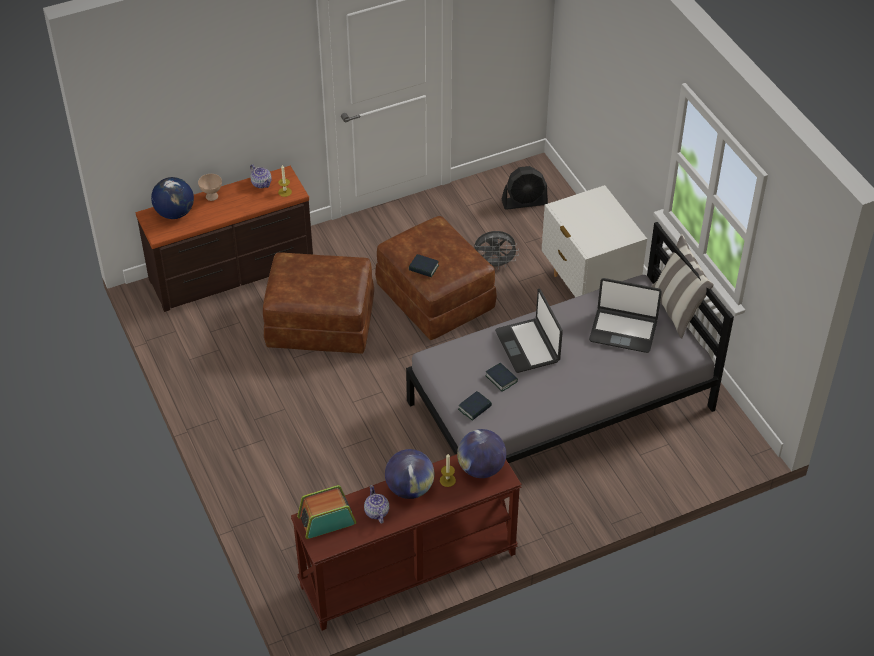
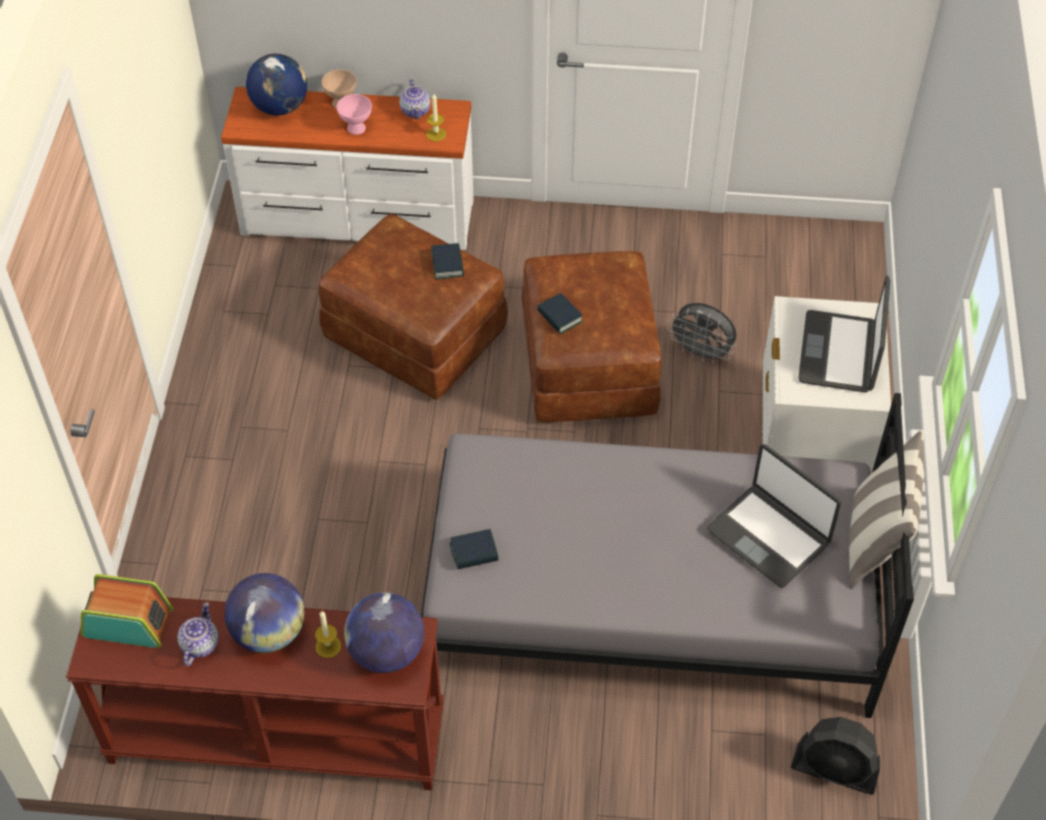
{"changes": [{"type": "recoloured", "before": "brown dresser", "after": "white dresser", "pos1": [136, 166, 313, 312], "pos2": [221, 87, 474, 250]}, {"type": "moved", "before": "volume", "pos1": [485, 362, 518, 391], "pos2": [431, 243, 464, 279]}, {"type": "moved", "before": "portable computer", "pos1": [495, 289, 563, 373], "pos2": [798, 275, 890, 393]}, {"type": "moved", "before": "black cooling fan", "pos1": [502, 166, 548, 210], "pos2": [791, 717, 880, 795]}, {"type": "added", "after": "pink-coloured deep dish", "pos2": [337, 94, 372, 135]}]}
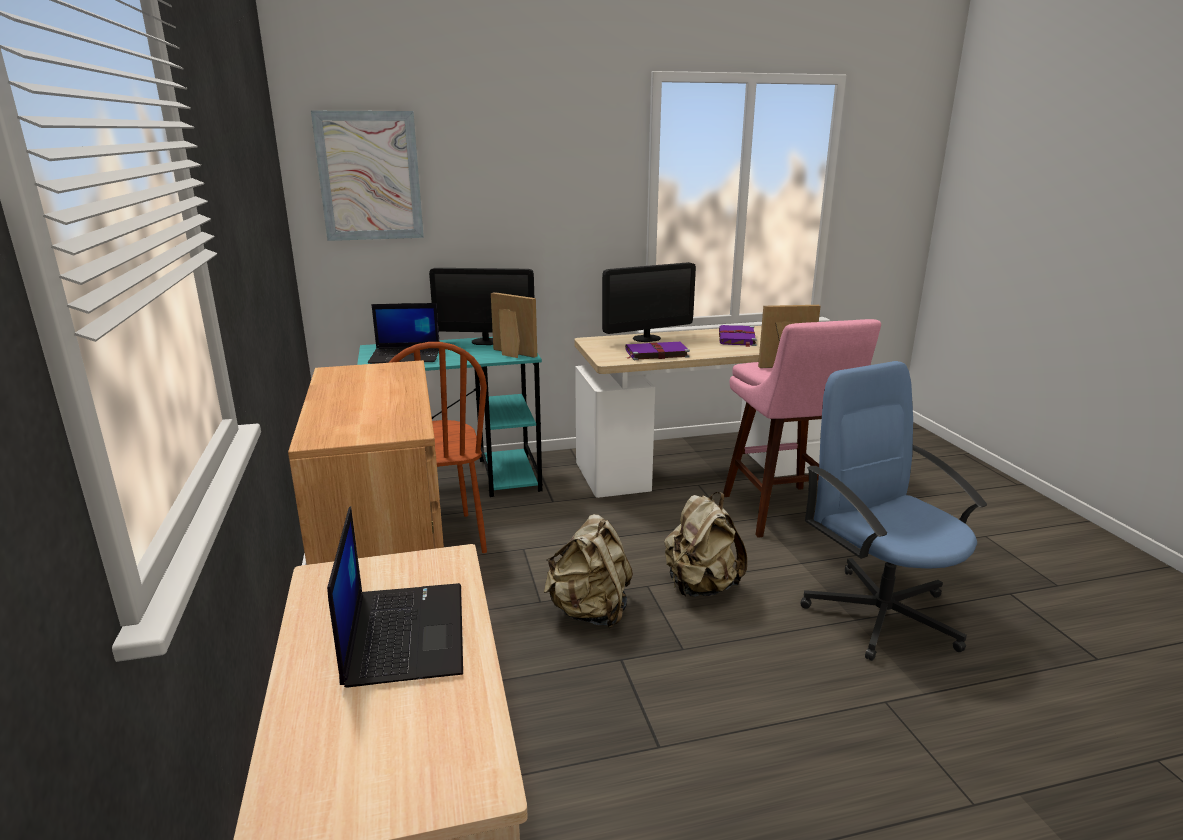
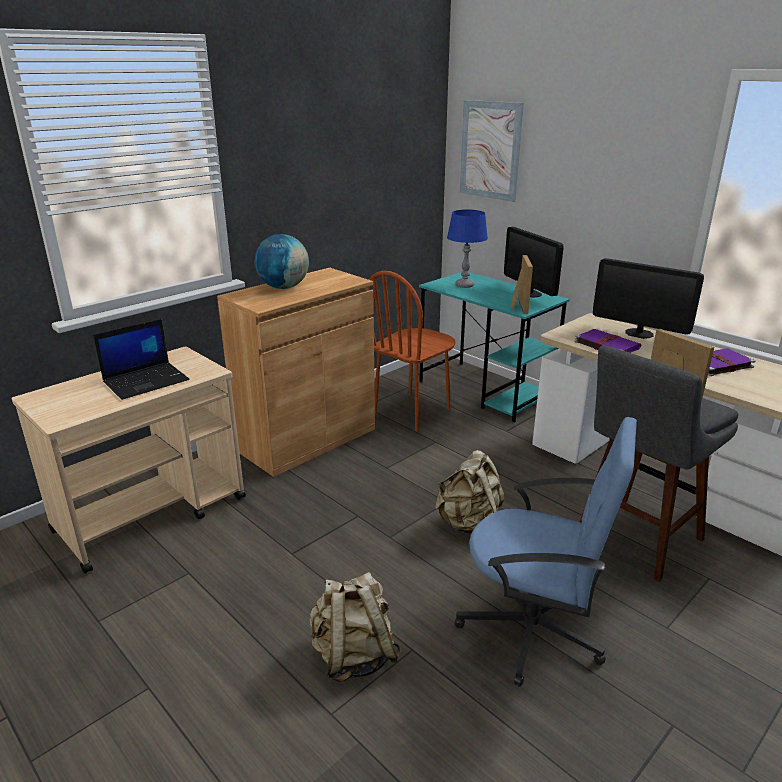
{"changes": [{"type": "replaced", "before": "portable computer", "after": "bluish tabletop lamp", "pos1": [368, 303, 439, 364], "pos2": [447, 210, 488, 288]}, {"type": "moved", "before": "sand-coloured knapsack", "pos1": [544, 514, 633, 628], "pos2": [310, 572, 401, 682]}, {"type": "recoloured", "before": "pink-coloured stool", "after": "greyish stool", "pos1": [723, 319, 881, 538], "pos2": [580, 346, 739, 582]}, {"type": "turned", "before": "bluish computer chair", "pos1": [801, 361, 987, 661], "pos2": [455, 417, 637, 687], "turn": 75}, {"type": "added", "after": "globe", "pos2": [254, 234, 309, 289]}]}
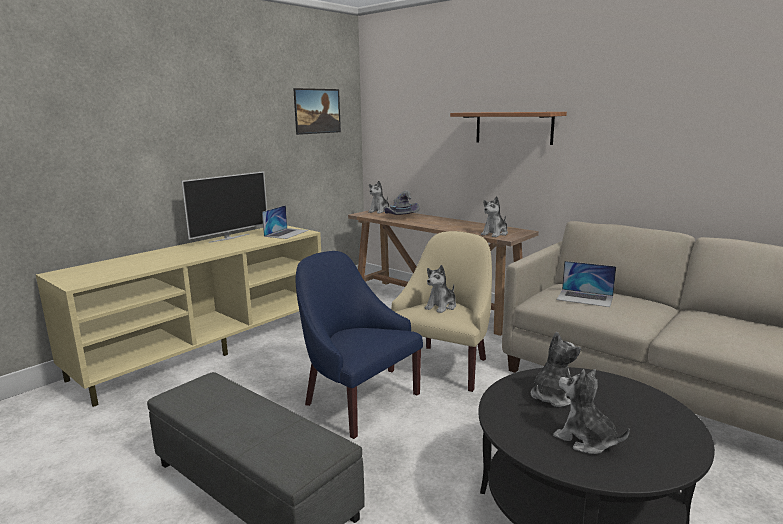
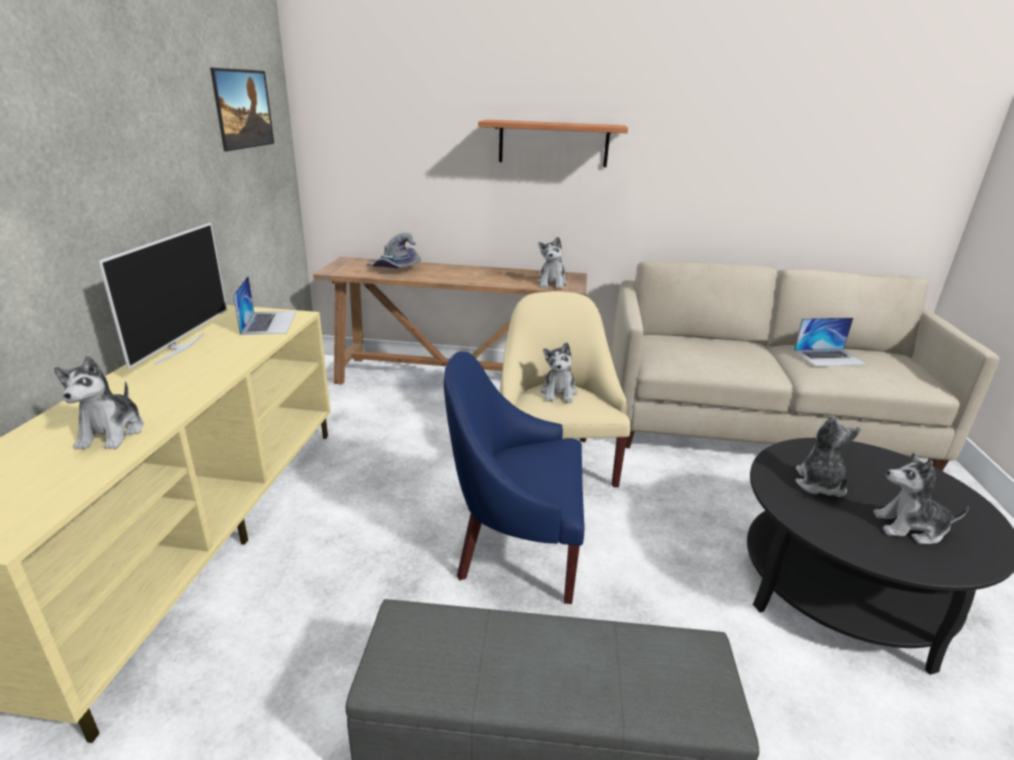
{"changes": [{"type": "moved", "before": "soft toy", "pos1": [368, 181, 389, 213], "pos2": [54, 356, 144, 450]}, {"type": "moved", "before": "portable computer", "pos1": [557, 261, 616, 307], "pos2": [794, 318, 868, 366]}]}
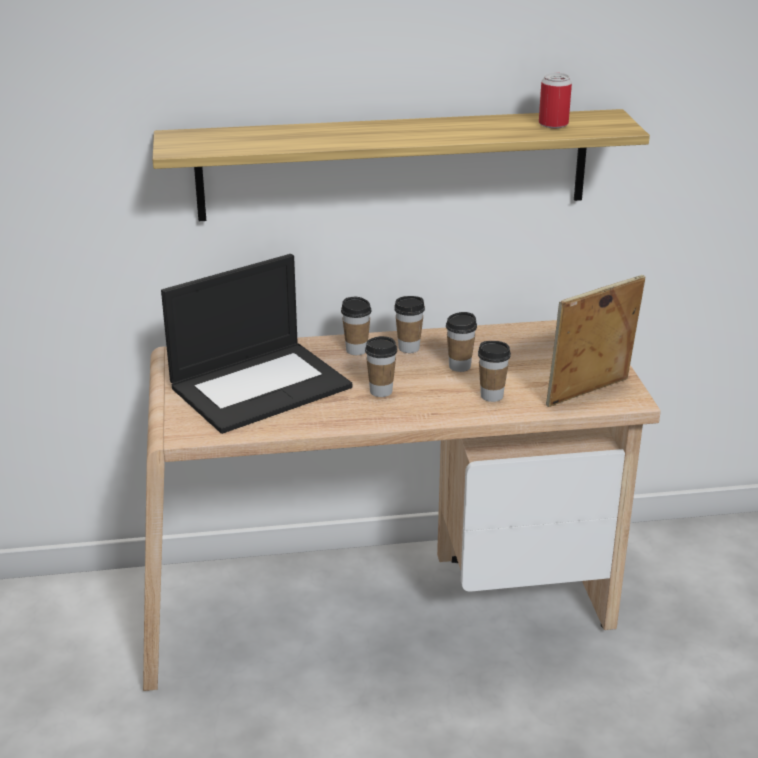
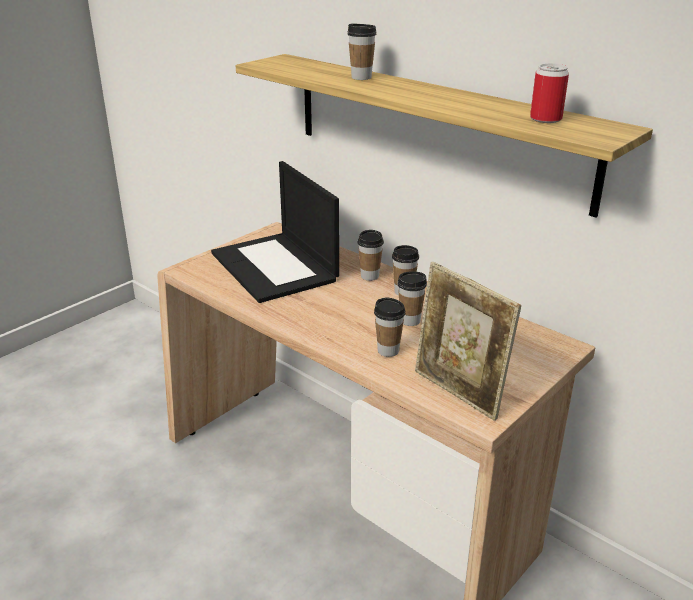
{"changes": [{"type": "turned", "before": "portable computer", "pos1": [161, 254, 352, 434], "pos2": [211, 161, 339, 303], "turn": 45}, {"type": "moved", "before": "small cup", "pos1": [365, 336, 397, 397], "pos2": [347, 23, 377, 80]}, {"type": "turned", "before": "picture frame", "pos1": [546, 275, 645, 407], "pos2": [415, 262, 521, 421], "turn": -150}]}
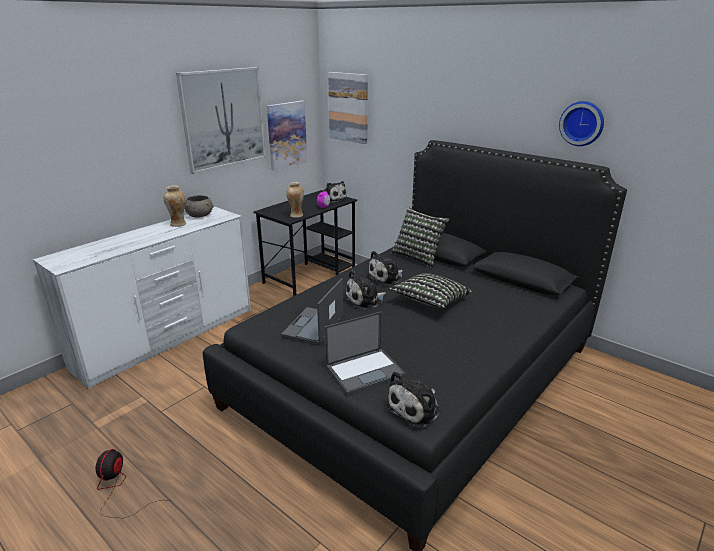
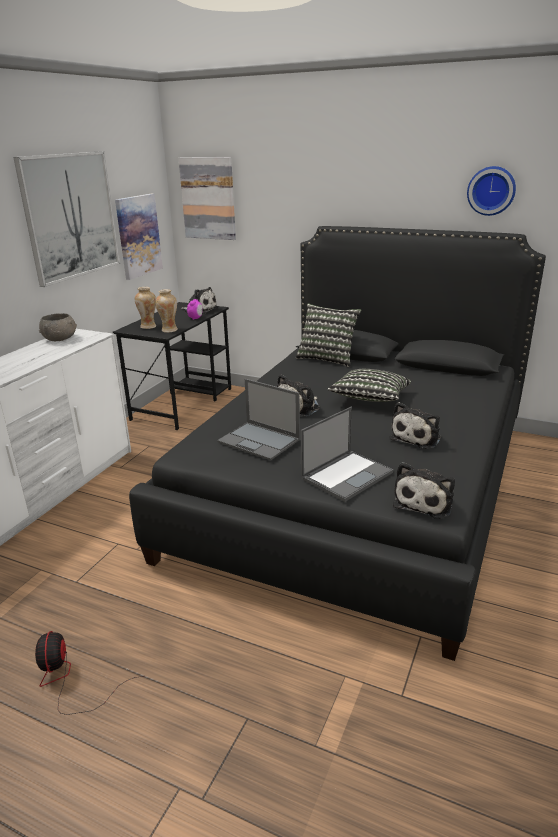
{"changes": [{"type": "moved", "before": "decorative vase", "pos1": [163, 185, 186, 227], "pos2": [135, 287, 156, 329]}, {"type": "turned", "before": "portable computer", "pos1": [281, 278, 343, 344], "pos2": [217, 379, 300, 460], "turn": -60}, {"type": "moved", "before": "soft toy", "pos1": [367, 251, 403, 285], "pos2": [389, 402, 441, 449]}]}
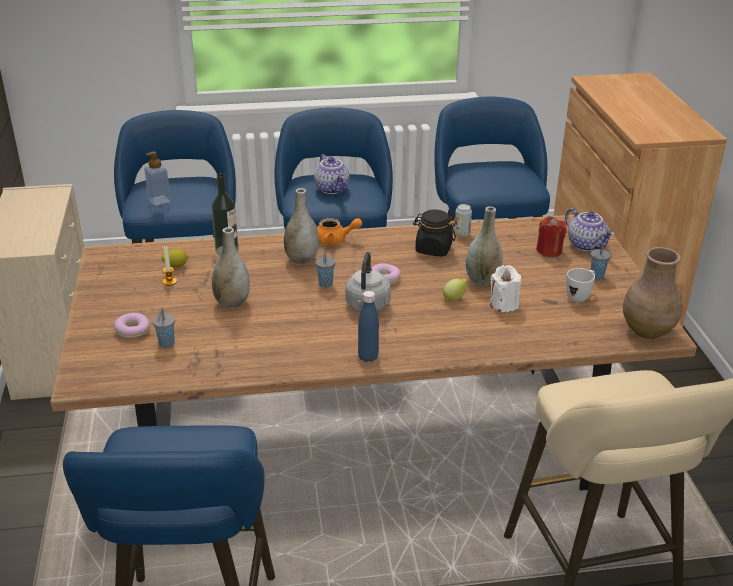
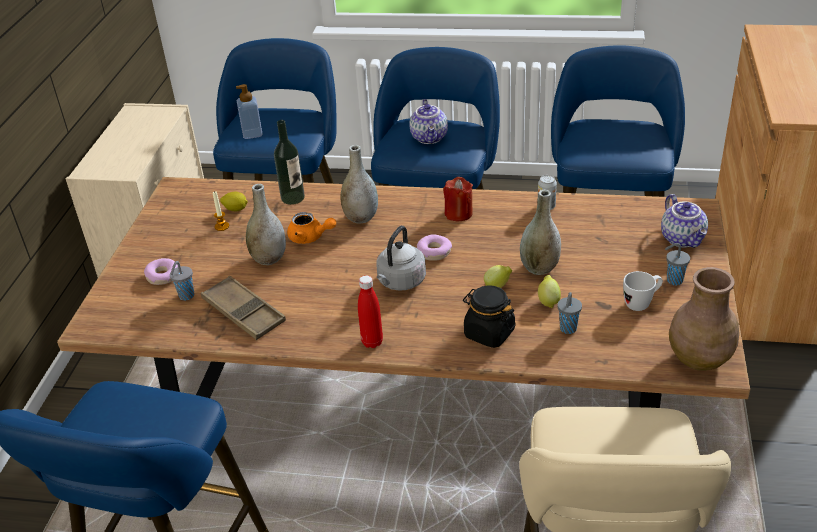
{"changes": [{"type": "moved", "before": "greyish small cup", "pos1": [315, 250, 335, 288], "pos2": [558, 292, 582, 334]}, {"type": "moved", "before": "orange-coloured teapot", "pos1": [317, 218, 362, 245], "pos2": [287, 212, 336, 244]}, {"type": "recoloured", "before": "bluish beverage bottle", "after": "red-coloured beverage bottle", "pos1": [358, 291, 379, 362], "pos2": [358, 275, 383, 348]}, {"type": "moved", "before": "black preserve jar", "pos1": [413, 210, 456, 256], "pos2": [463, 285, 516, 348]}, {"type": "replaced", "before": "white wax candle", "after": "whole lemon", "pos1": [490, 265, 521, 312], "pos2": [538, 275, 561, 308]}, {"type": "moved", "before": "red-coloured wax candle", "pos1": [536, 216, 567, 257], "pos2": [443, 177, 473, 222]}, {"type": "added", "after": "brown serving tray", "pos2": [201, 276, 286, 340]}]}
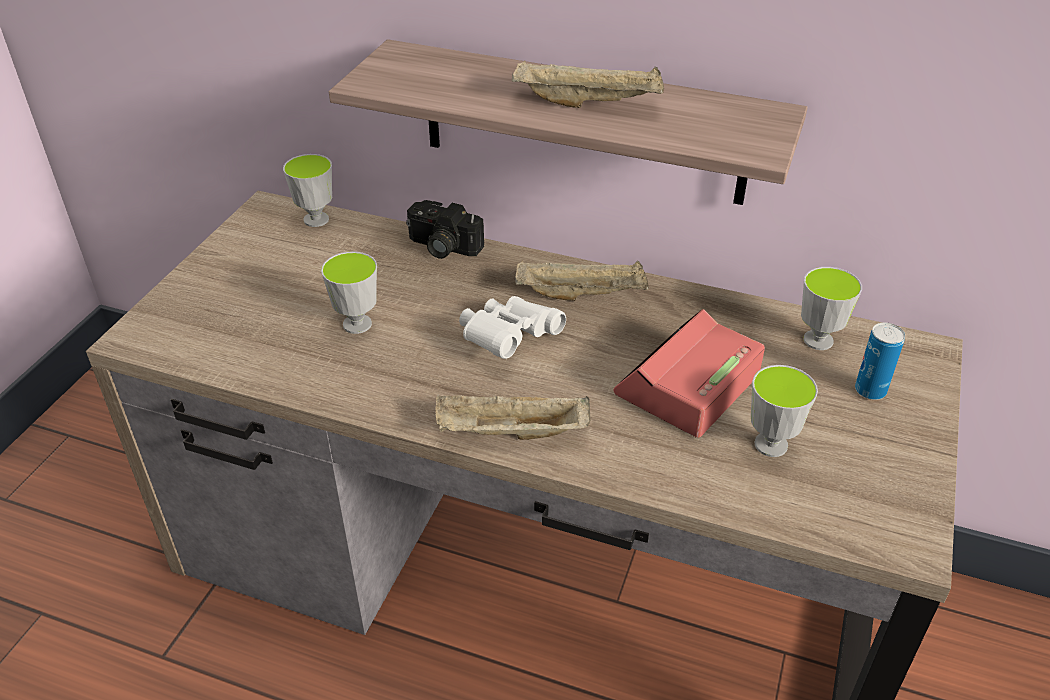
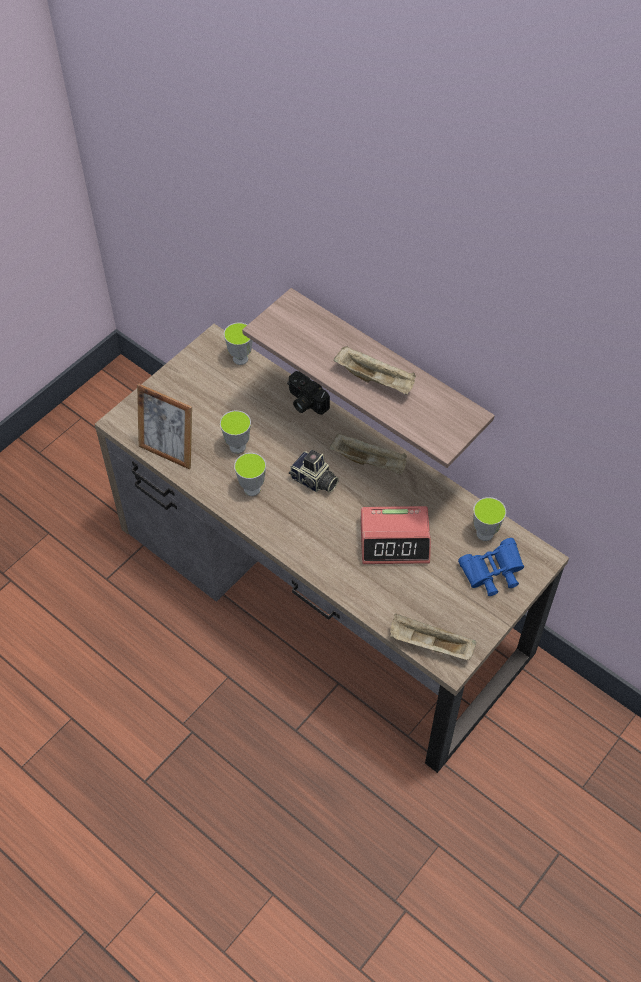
{"changes": [{"type": "moved", "before": "sand-coloured serving tray", "pos1": [435, 395, 590, 440], "pos2": [390, 614, 476, 660]}, {"type": "replaced", "before": "white binoculars", "after": "still camera", "pos1": [459, 296, 566, 359], "pos2": [289, 450, 339, 493]}, {"type": "turned", "before": "alarm clock", "pos1": [613, 309, 765, 438], "pos2": [360, 506, 431, 564], "turn": -150}, {"type": "moved", "before": "small cup", "pos1": [751, 365, 818, 457], "pos2": [234, 453, 266, 496]}, {"type": "replaced", "before": "sealed can", "after": "bluish binoculars", "pos1": [855, 323, 905, 400], "pos2": [458, 538, 524, 596]}, {"type": "added", "after": "picture frame", "pos2": [137, 383, 192, 470]}]}
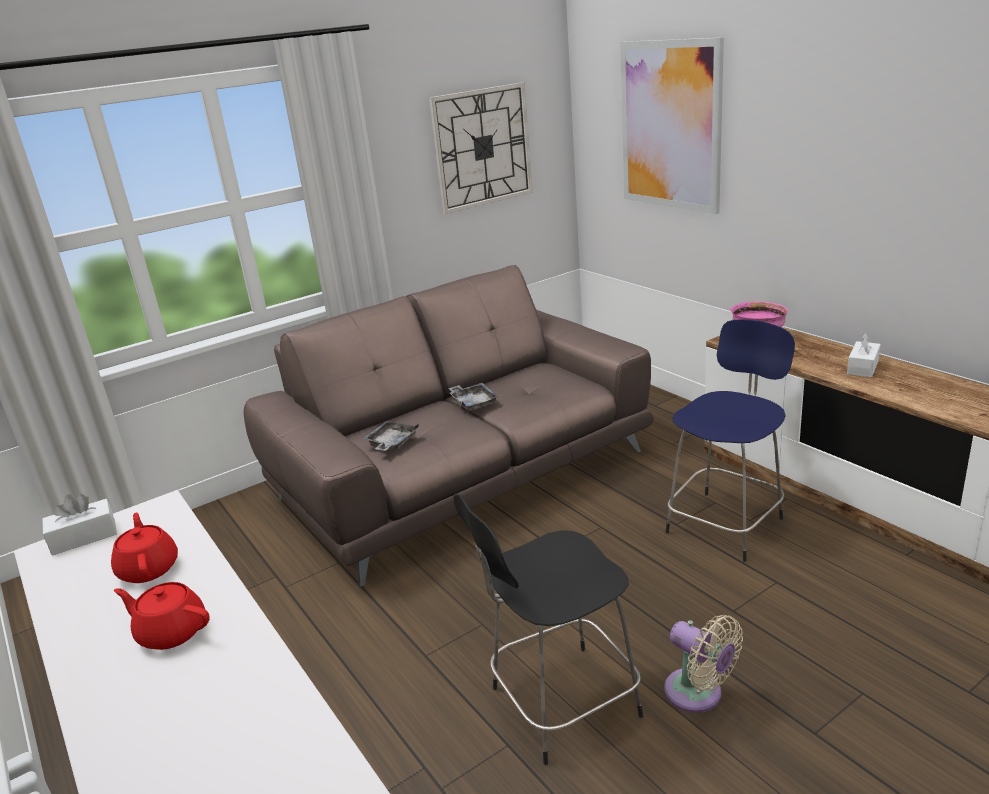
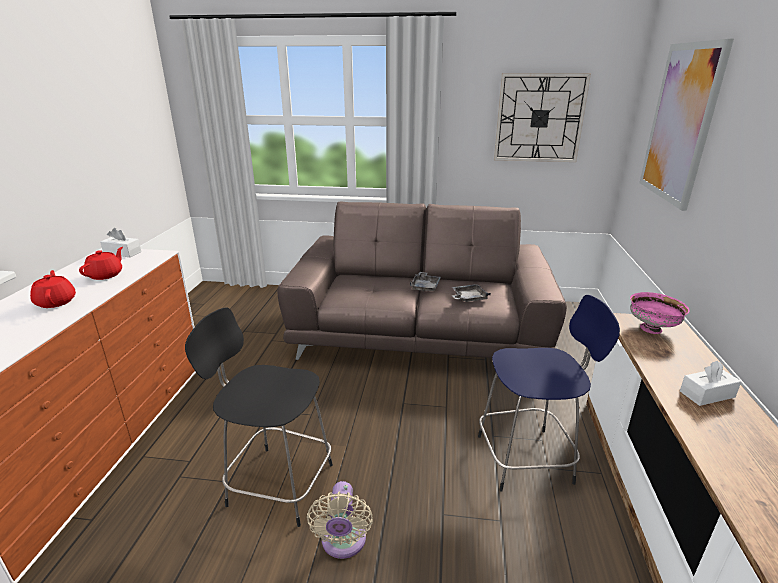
{"changes": [{"type": "moved", "before": "greyish serving tray", "pos1": [362, 421, 419, 451], "pos2": [452, 284, 491, 302]}]}
